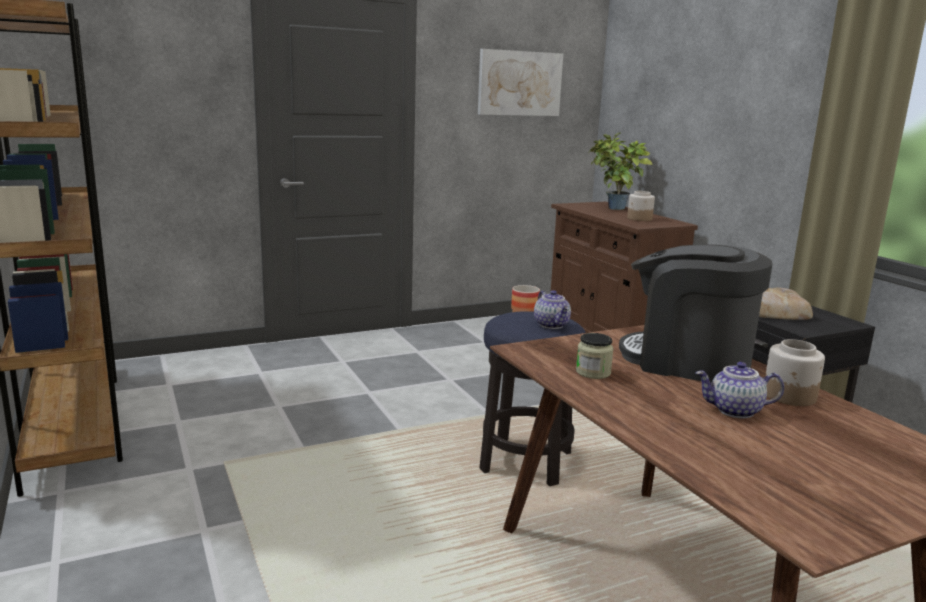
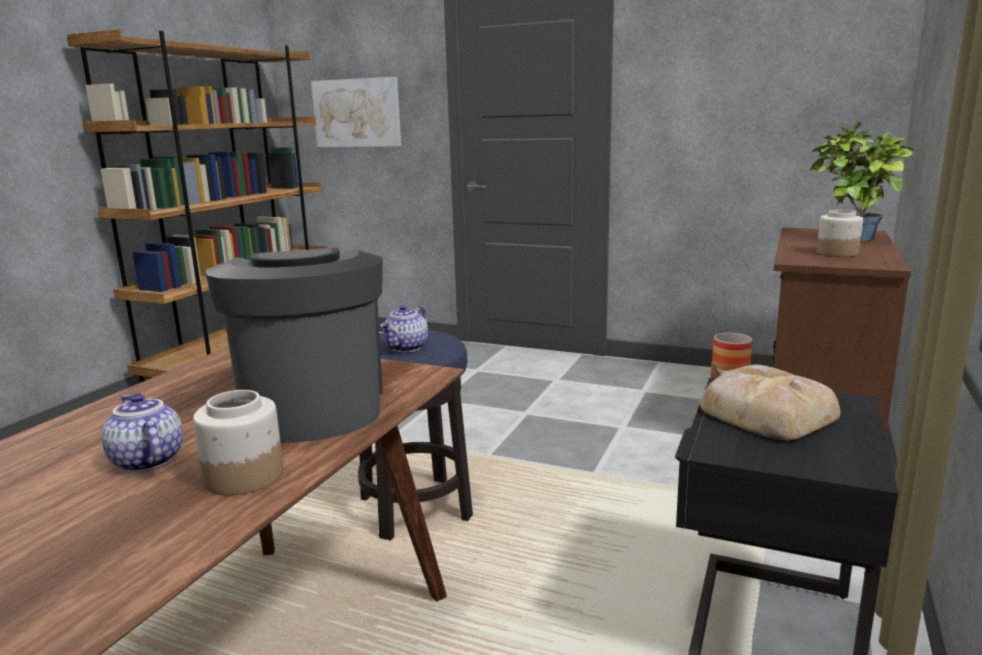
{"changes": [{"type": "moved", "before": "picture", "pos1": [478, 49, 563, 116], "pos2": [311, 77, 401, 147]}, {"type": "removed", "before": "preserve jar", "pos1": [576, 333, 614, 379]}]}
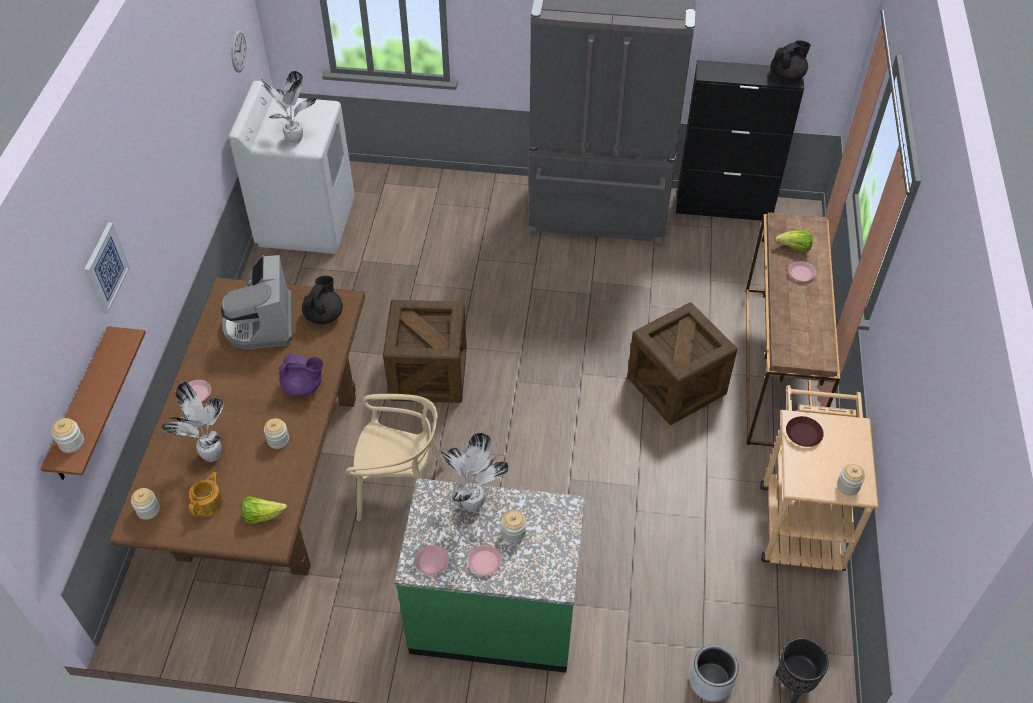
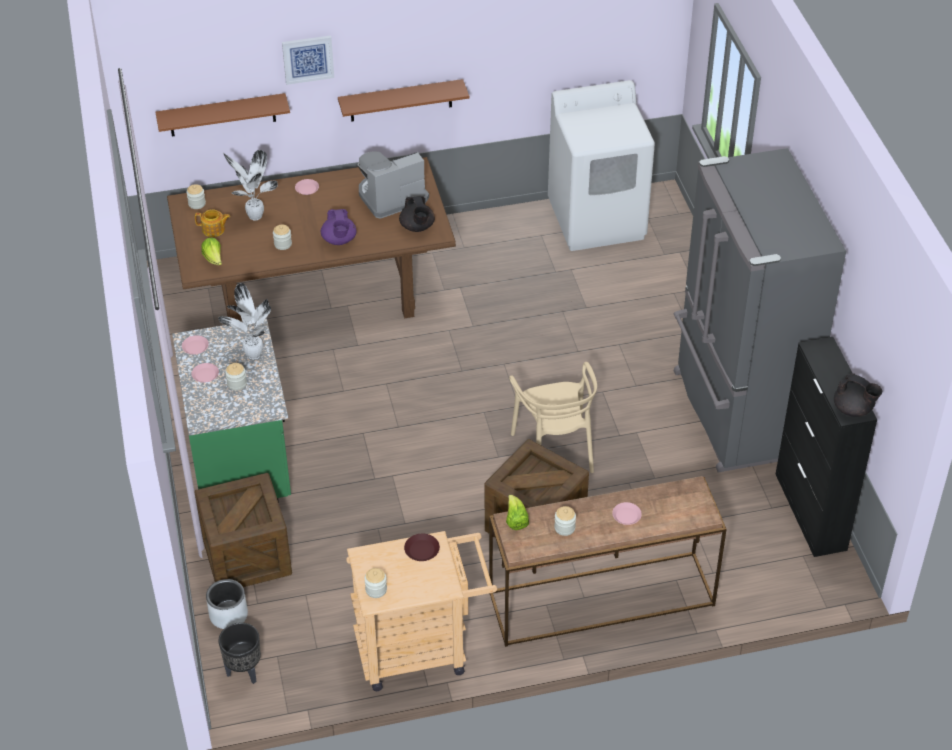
{"changes": [{"type": "moved", "before": "preserve jar", "pos1": [51, 418, 84, 453], "pos2": [554, 506, 576, 536]}, {"type": "removed", "before": "clock on the wall", "pos1": [231, 29, 247, 73]}, {"type": "removed", "before": "potted plant", "pos1": [261, 71, 316, 144]}, {"type": "turned", "before": "black teapot", "pos1": [302, 276, 343, 324], "pos2": [399, 196, 435, 232], "turn": 75}, {"type": "moved", "before": "sand-coloured chair", "pos1": [346, 394, 446, 521], "pos2": [509, 362, 597, 473]}, {"type": "moved", "before": "packing crate", "pos1": [383, 300, 467, 403], "pos2": [194, 473, 292, 587]}, {"type": "moved", "before": "lettuce head", "pos1": [775, 230, 813, 252], "pos2": [506, 495, 529, 530]}, {"type": "added", "after": "brown shelf", "pos2": [338, 79, 469, 122]}]}
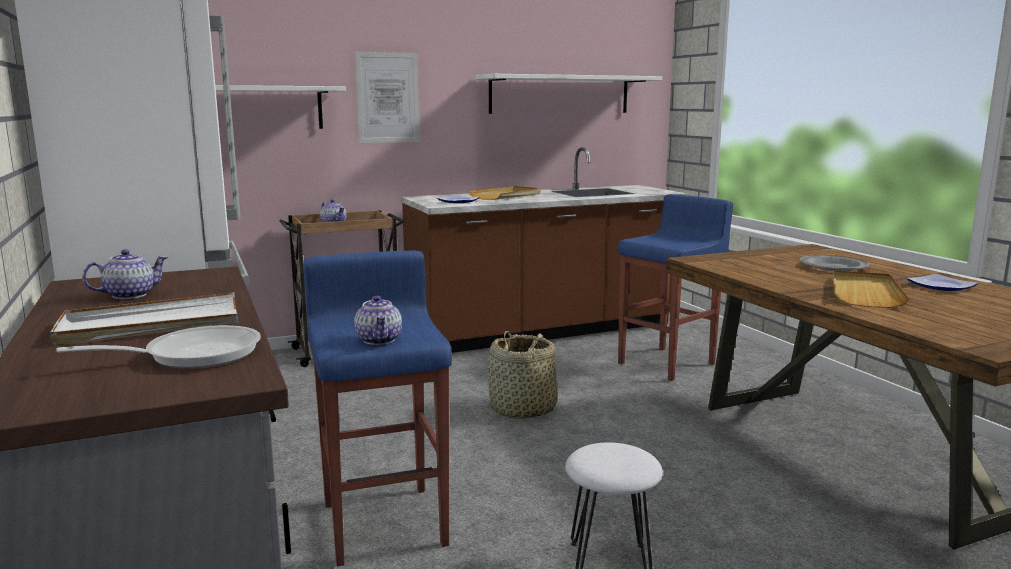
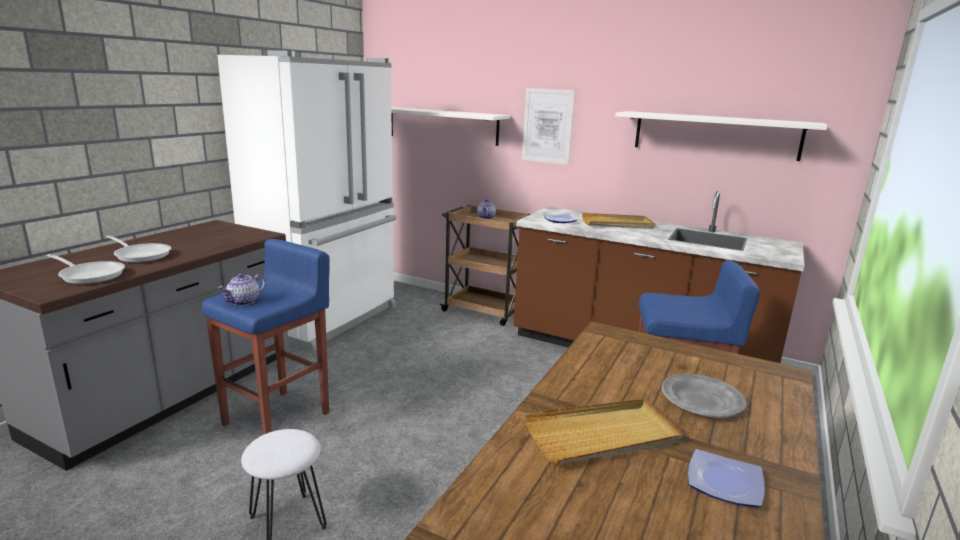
{"changes": [{"type": "replaced", "before": "white serving tray", "after": "frying pan", "pos1": [50, 292, 238, 346], "pos2": [106, 235, 171, 263]}, {"type": "removed", "before": "teapot", "pos1": [83, 249, 168, 299]}, {"type": "removed", "before": "storage basket", "pos1": [488, 331, 557, 419]}]}
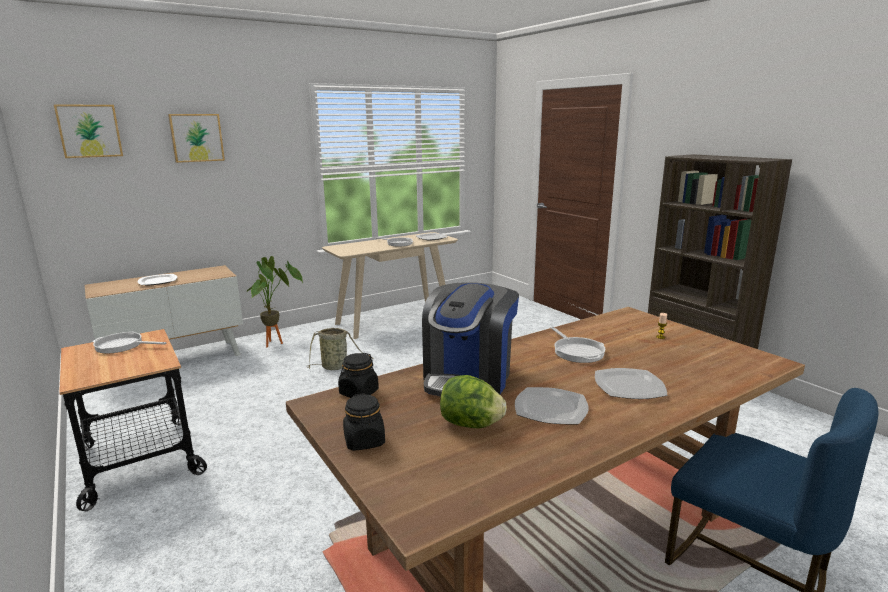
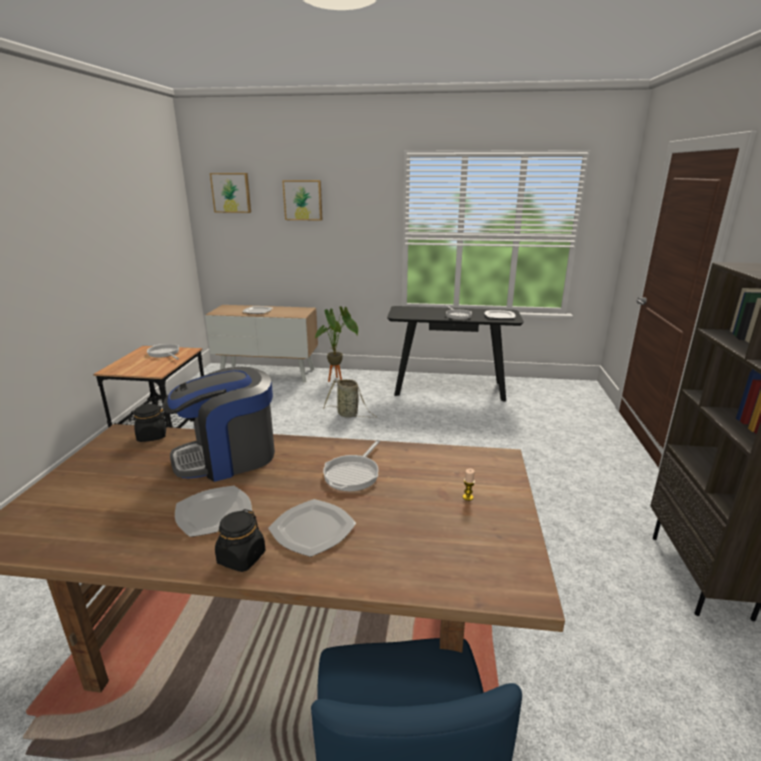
{"changes": [{"type": "recoloured", "before": "sand-coloured narrow table", "after": "black narrow table", "pos1": [322, 232, 458, 339], "pos2": [387, 306, 524, 402]}, {"type": "moved", "before": "black preserve jar", "pos1": [343, 393, 385, 451], "pos2": [215, 509, 266, 572]}, {"type": "removed", "before": "lettuce head", "pos1": [440, 375, 507, 428]}]}
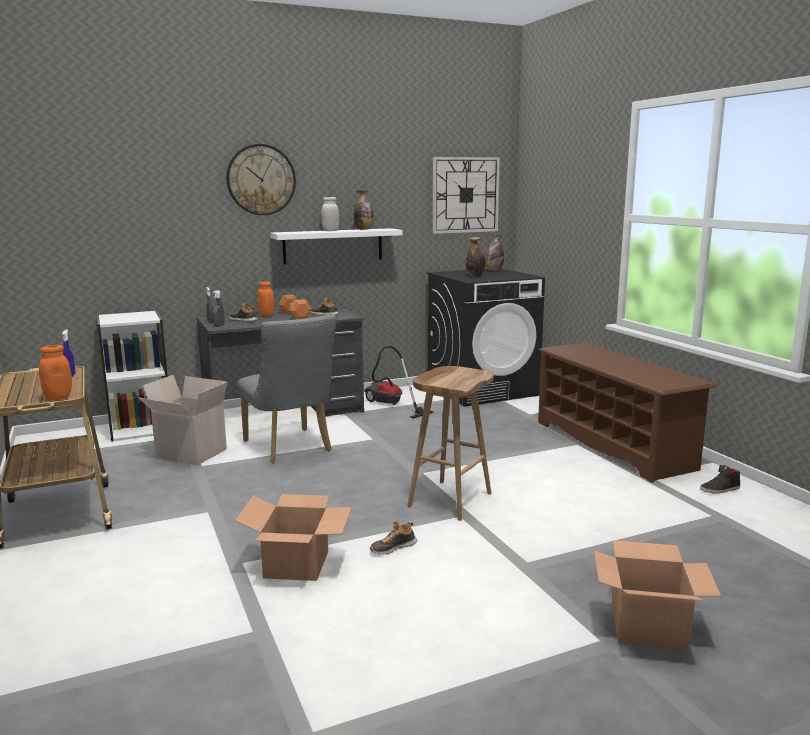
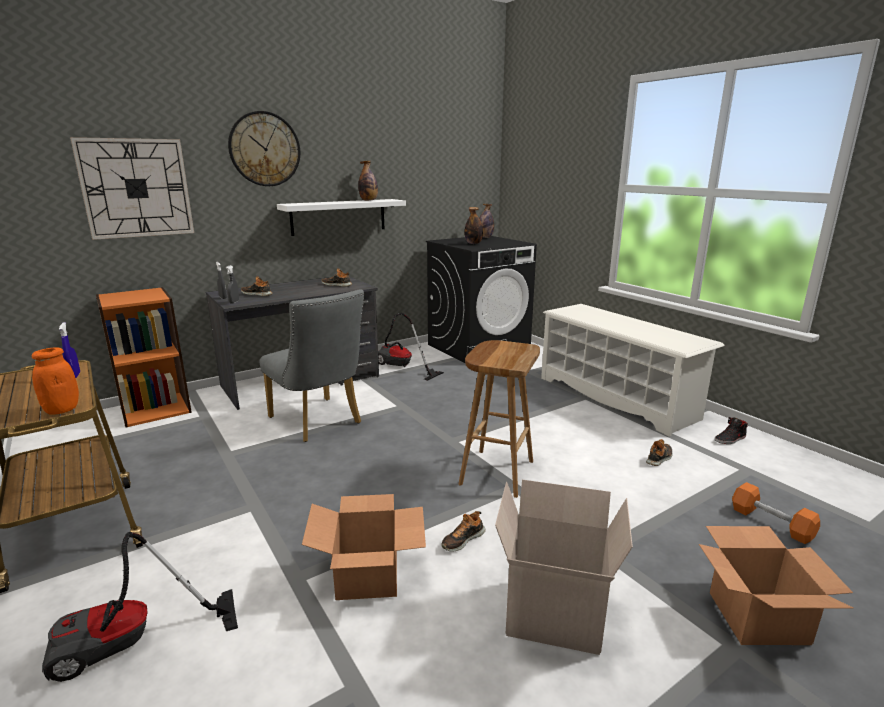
{"changes": [{"type": "recoloured", "before": "white shelving unit", "after": "orange-coloured shelving unit", "pos1": [97, 310, 168, 442], "pos2": [96, 287, 192, 428]}, {"type": "moved", "before": "carton", "pos1": [138, 375, 228, 465], "pos2": [495, 480, 633, 655]}, {"type": "removed", "before": "orange-coloured preserve jar", "pos1": [257, 281, 275, 316]}, {"type": "moved", "before": "orange-coloured hand weight", "pos1": [279, 295, 312, 319], "pos2": [732, 482, 820, 544]}, {"type": "removed", "before": "white preserve jar", "pos1": [321, 197, 339, 231]}, {"type": "moved", "before": "clock on the wall", "pos1": [433, 157, 500, 234], "pos2": [70, 137, 194, 240]}, {"type": "recoloured", "before": "brown shoe shelf", "after": "white shoe shelf", "pos1": [538, 343, 717, 483], "pos2": [541, 304, 725, 437]}, {"type": "added", "after": "vacuum", "pos2": [42, 532, 238, 682]}, {"type": "added", "after": "low shoe", "pos2": [646, 439, 673, 466]}]}
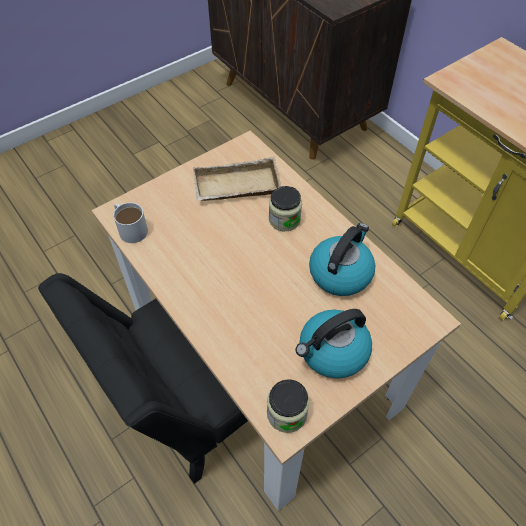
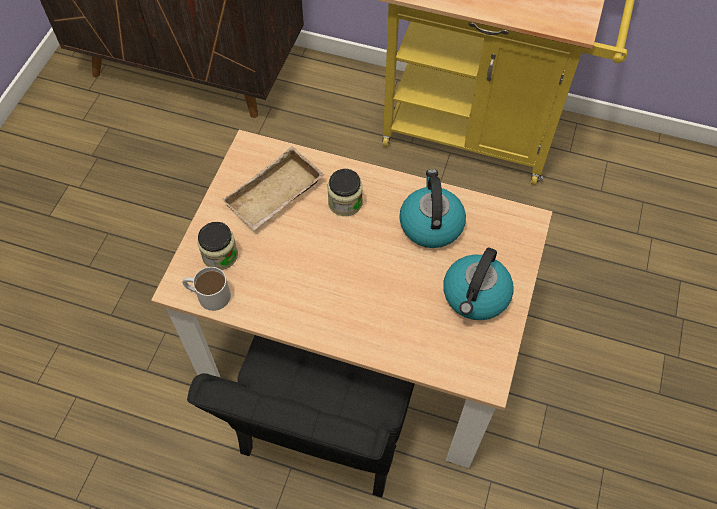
{"changes": [{"type": "moved", "before": "preserve jar", "pos1": [267, 379, 309, 433], "pos2": [197, 222, 238, 270]}]}
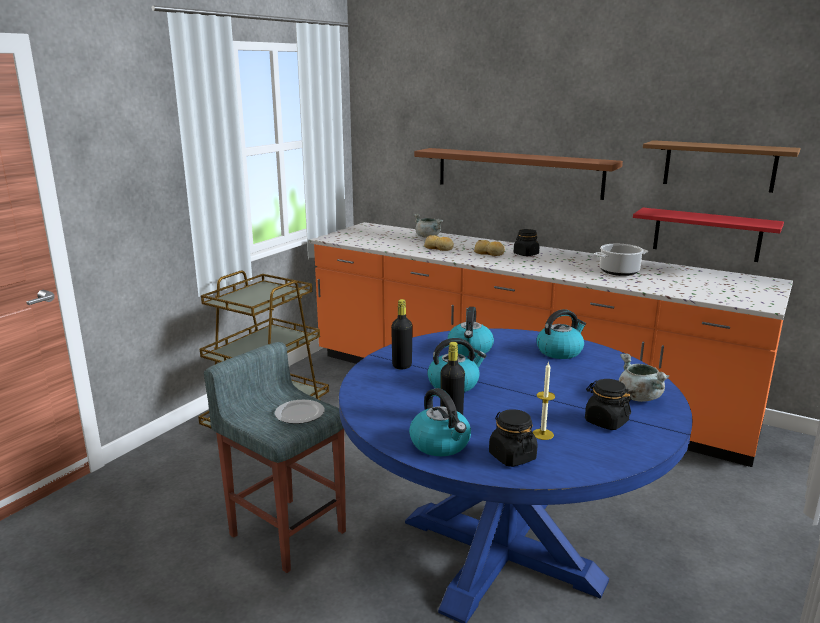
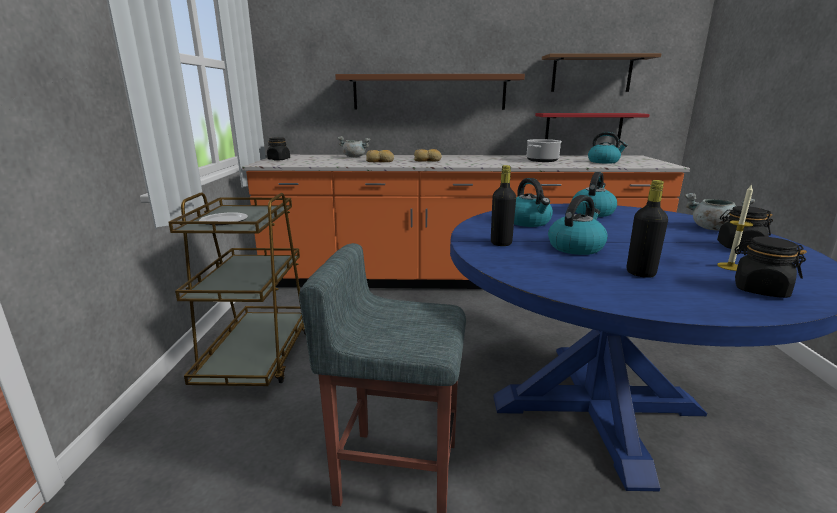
{"changes": [{"type": "moved", "before": "plate", "pos1": [275, 400, 325, 424], "pos2": [199, 212, 248, 225]}, {"type": "moved", "before": "kettle", "pos1": [409, 388, 471, 456], "pos2": [588, 132, 628, 164]}, {"type": "moved", "before": "black preserve jar", "pos1": [514, 229, 540, 256], "pos2": [267, 137, 290, 161]}]}
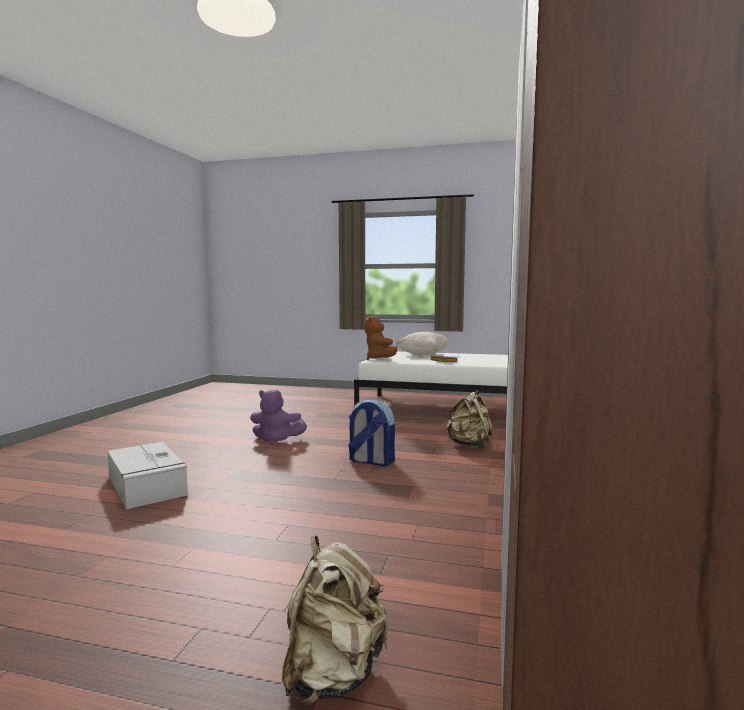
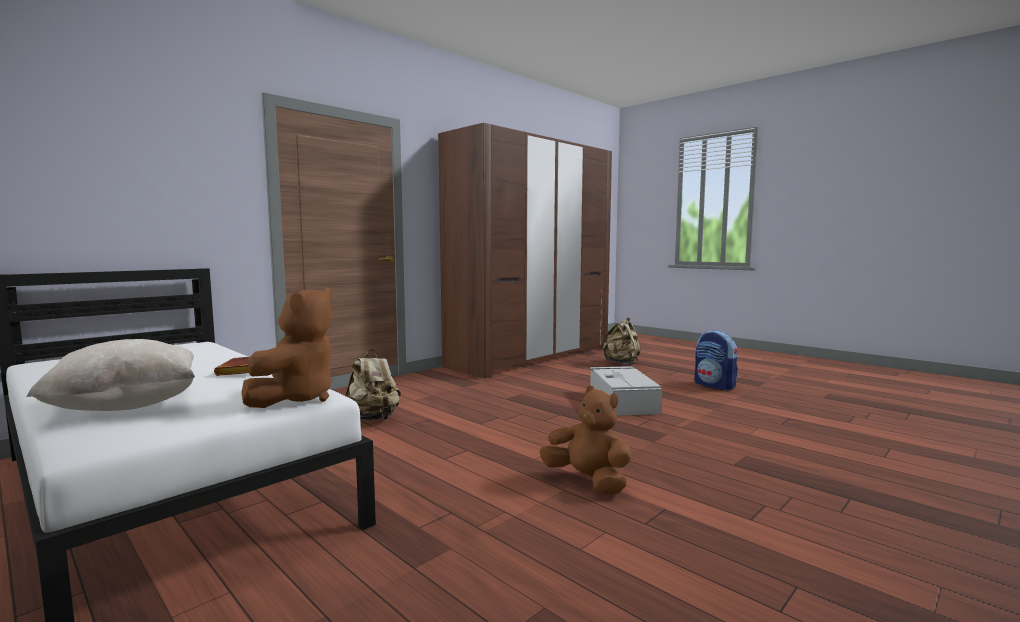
{"changes": [{"type": "moved", "before": "greyish storage box", "pos1": [107, 442, 188, 509], "pos2": [590, 366, 662, 416]}, {"type": "recoloured", "before": "purple-coloured soft toy", "after": "brown soft toy", "pos1": [250, 390, 307, 445], "pos2": [540, 386, 631, 494]}, {"type": "moved", "before": "knapsack", "pos1": [348, 399, 395, 466], "pos2": [694, 330, 738, 390]}]}
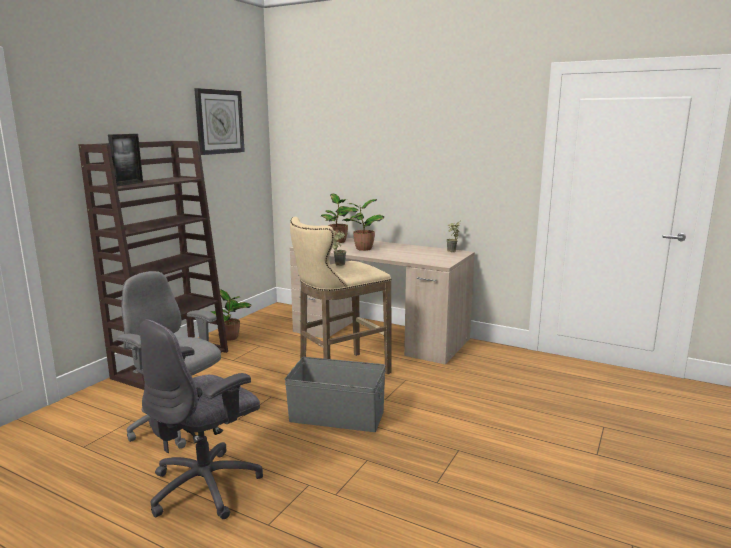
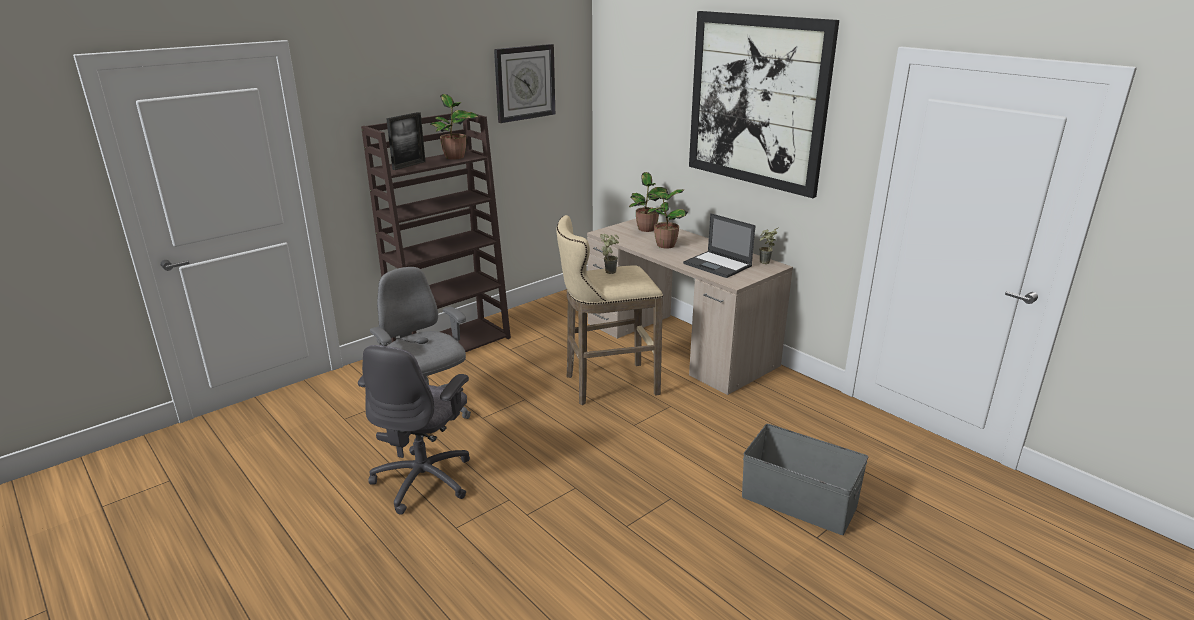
{"changes": [{"type": "turned", "before": "greyish computer chair", "pos1": [140, 320, 263, 519], "pos2": [358, 345, 470, 515], "turn": -45}, {"type": "moved", "before": "potted plant", "pos1": [210, 289, 252, 341], "pos2": [430, 94, 479, 159]}, {"type": "moved", "before": "greyish storage box", "pos1": [285, 357, 386, 432], "pos2": [742, 424, 868, 535]}, {"type": "added", "after": "portable computer", "pos2": [683, 213, 756, 278]}, {"type": "added", "after": "picture", "pos2": [689, 11, 839, 198]}]}
